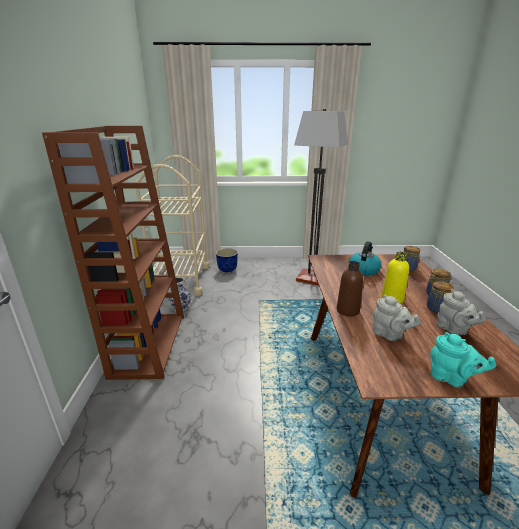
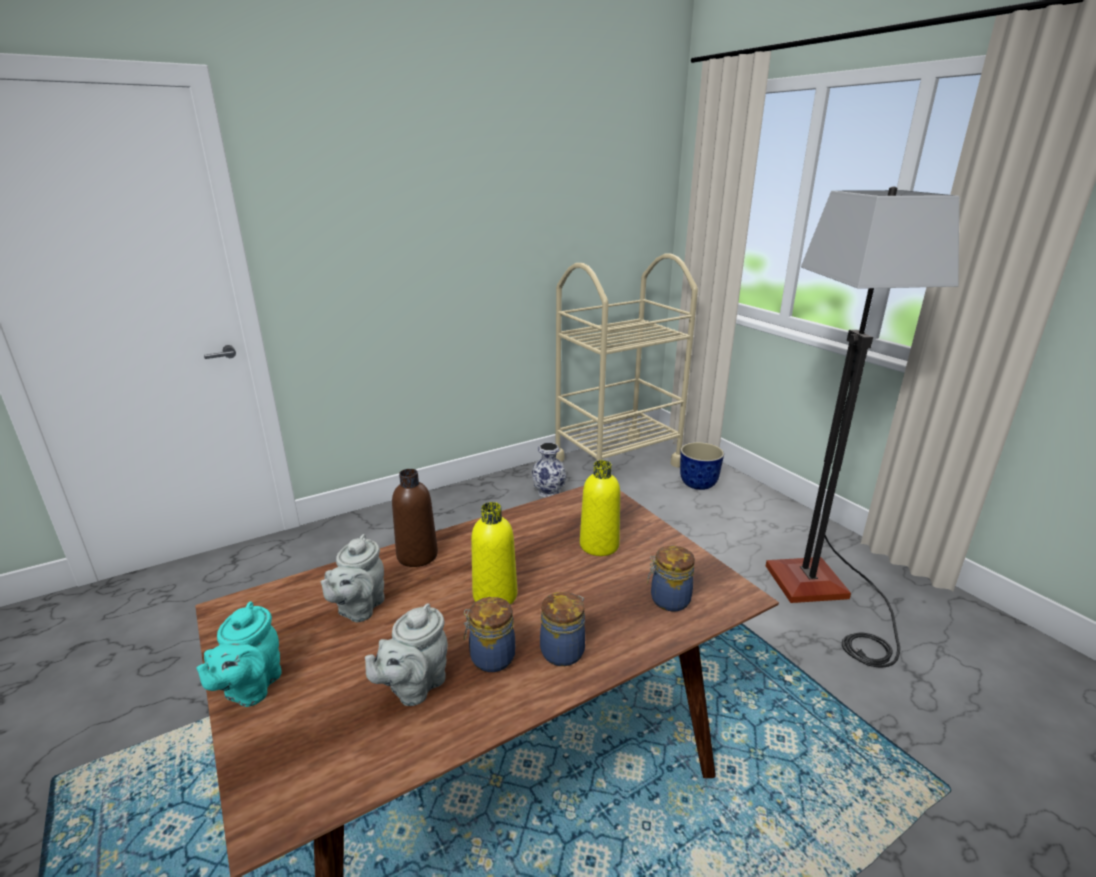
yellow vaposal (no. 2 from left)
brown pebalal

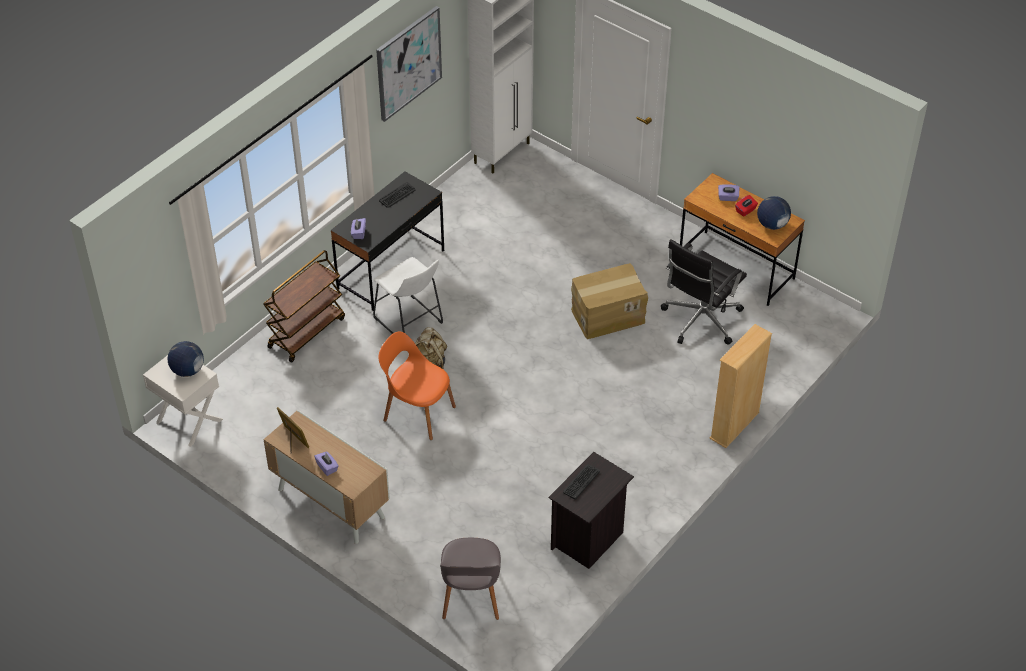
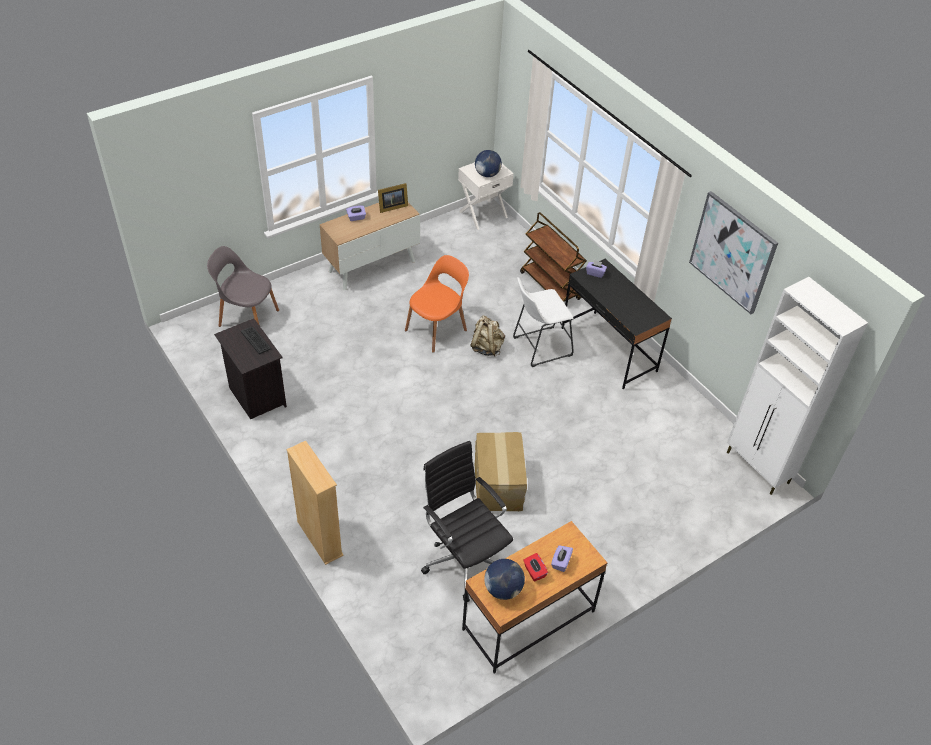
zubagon (no. 1 from left in the first image)

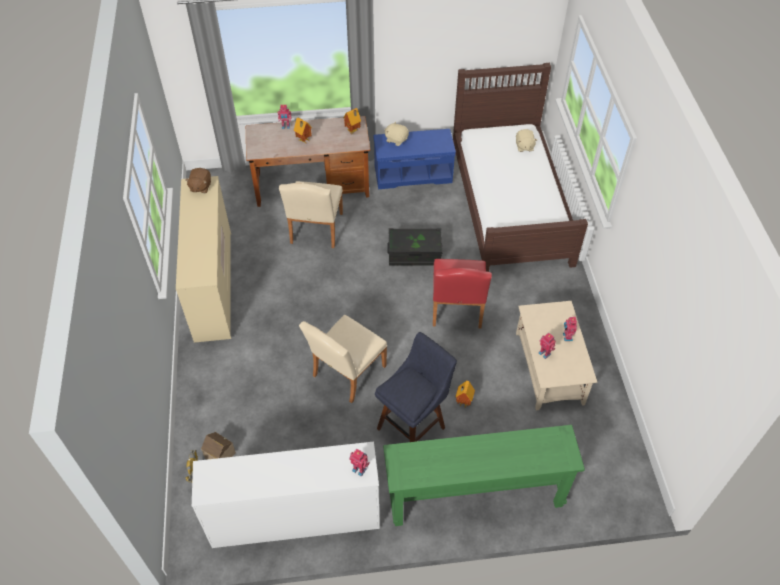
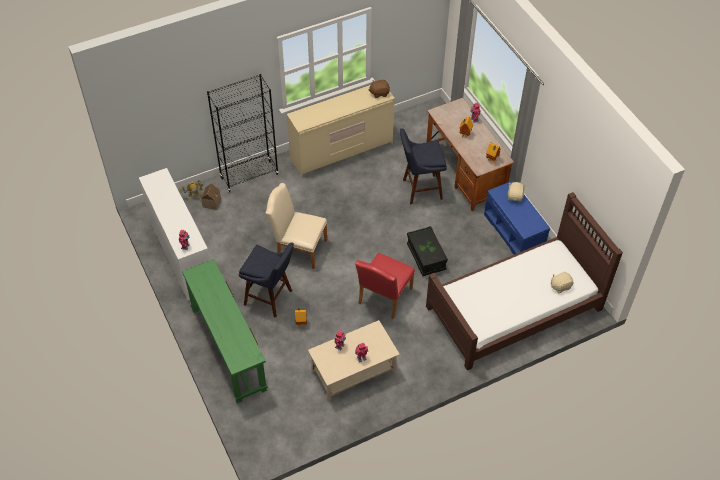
black pebalal
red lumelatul
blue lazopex (no. 2 from left)

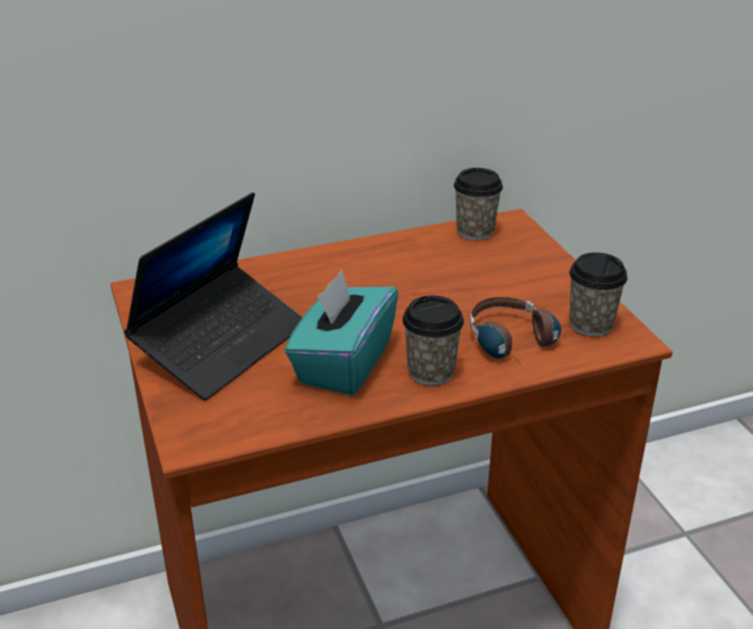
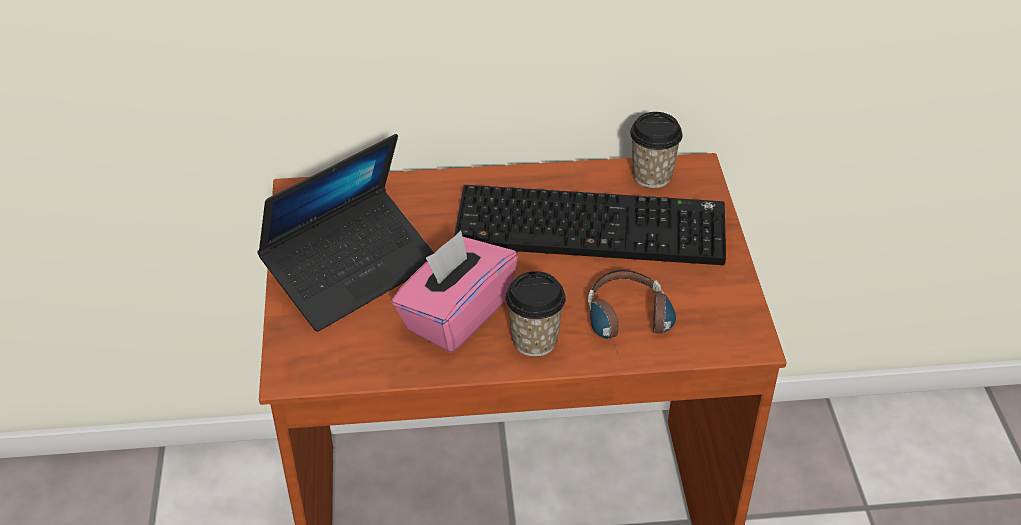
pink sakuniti
zubagon
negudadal (no. 3 from left in the first image)

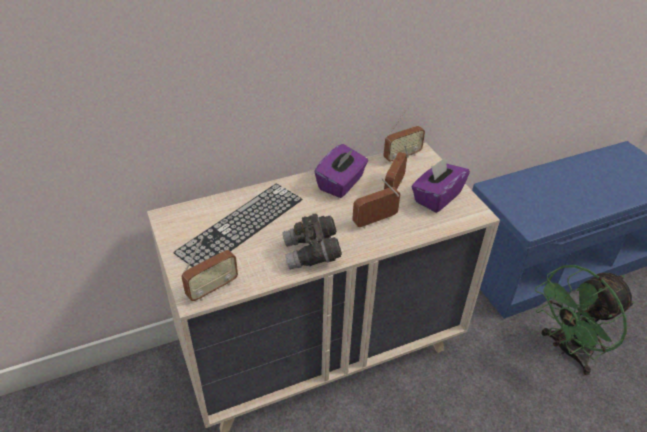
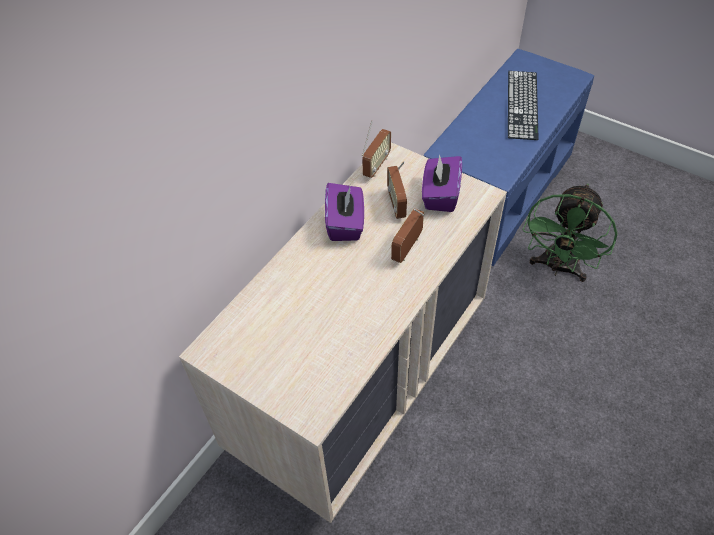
zubagon
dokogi (no. 1 from left in the first image)
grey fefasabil

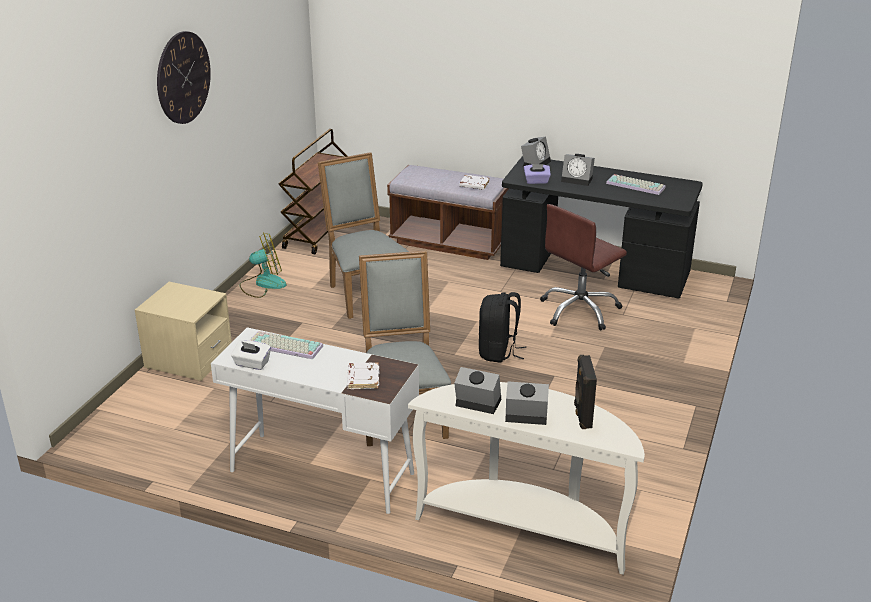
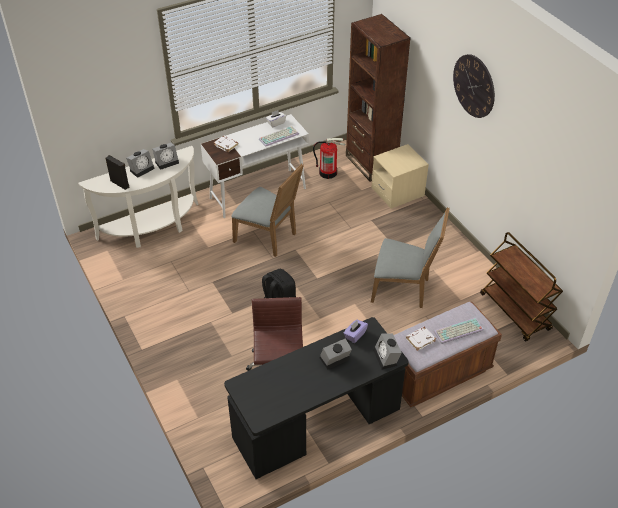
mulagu
brown pebalal
zubagon (no. 2 from left)
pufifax

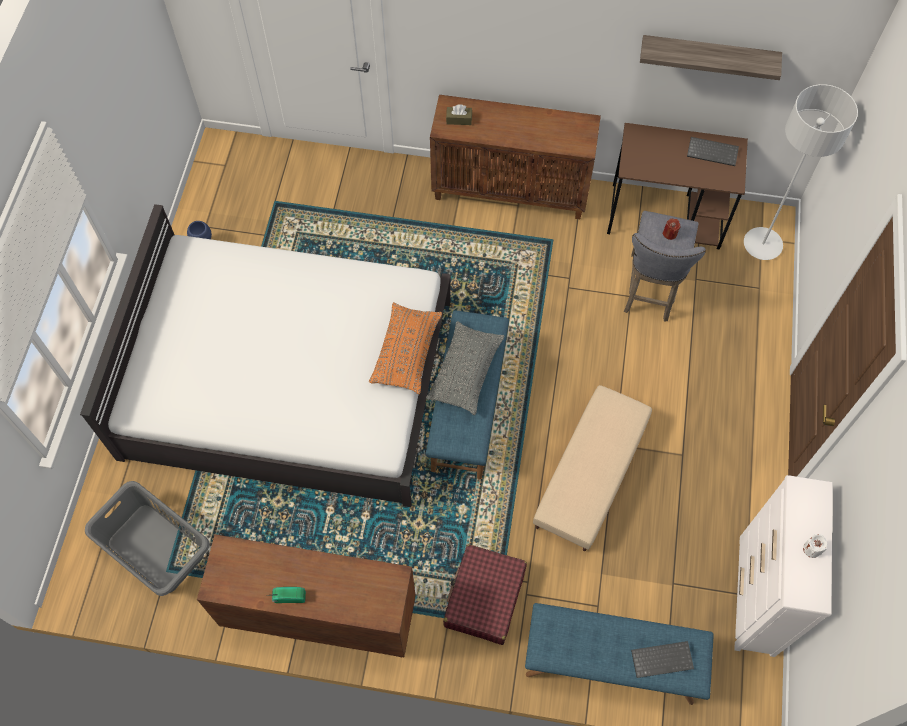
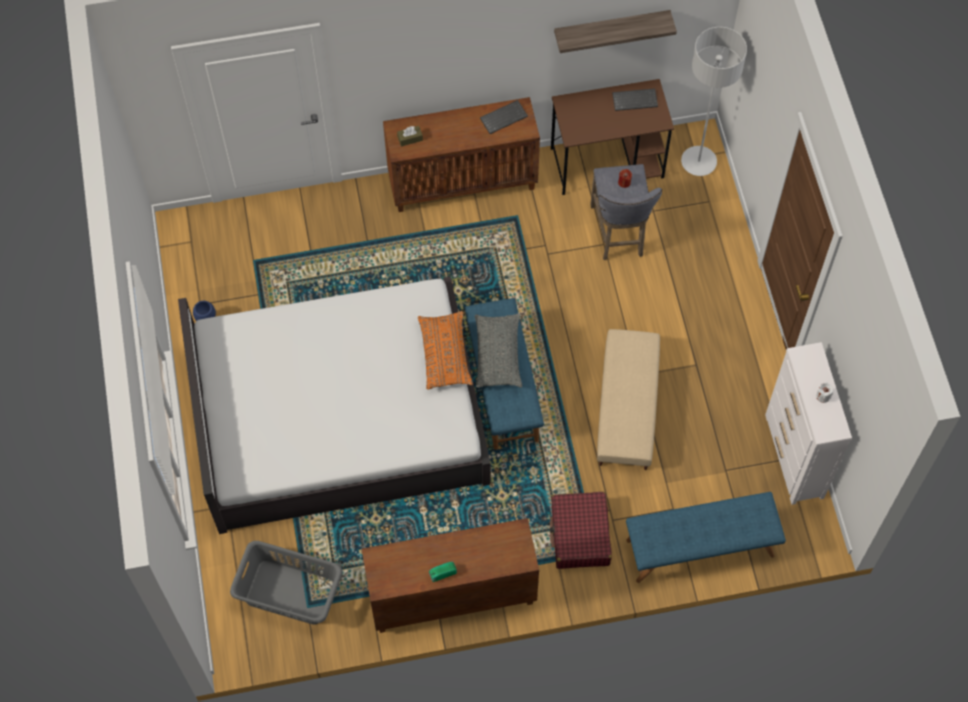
zubagon (no. 1 from left)

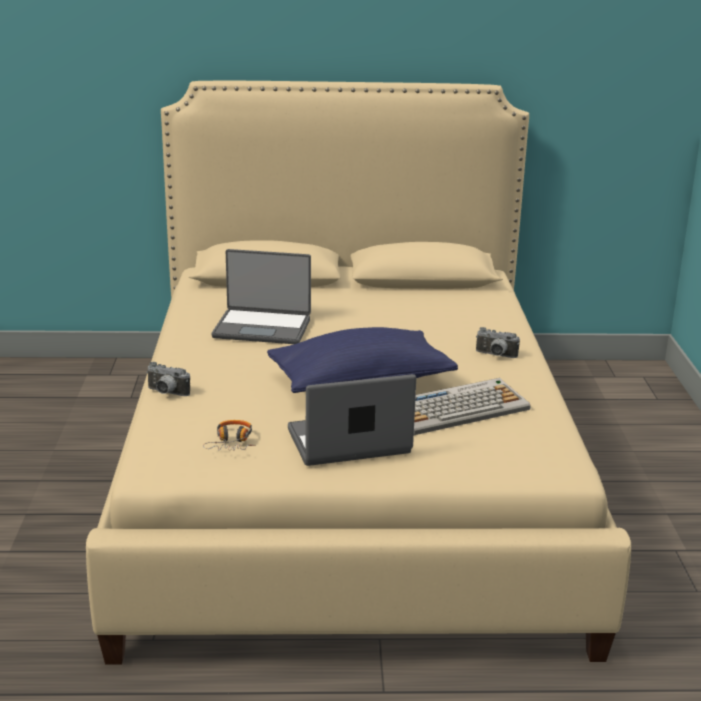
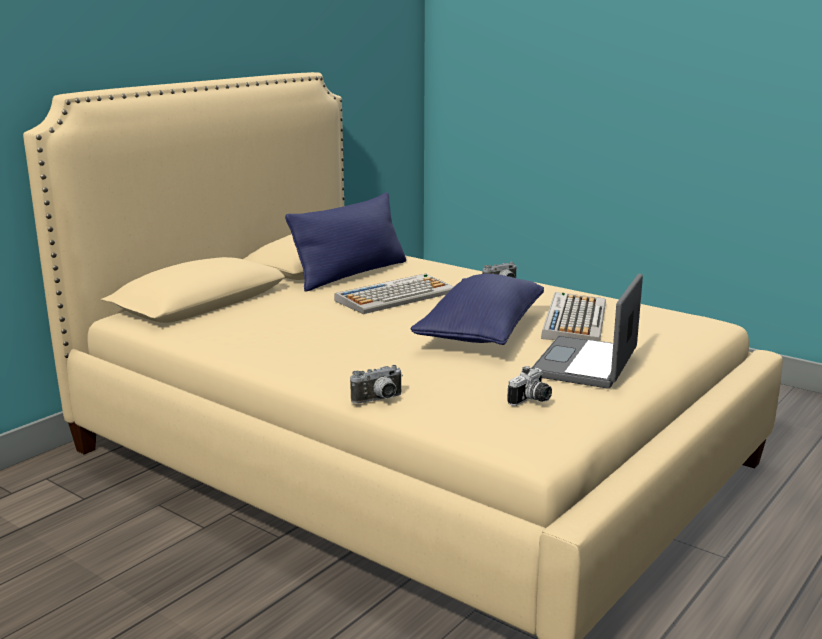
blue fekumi (no. 1 from left)
zubagon (no. 1 from left)
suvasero (no. 3 from left)
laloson (no. 1 from left in the first image)

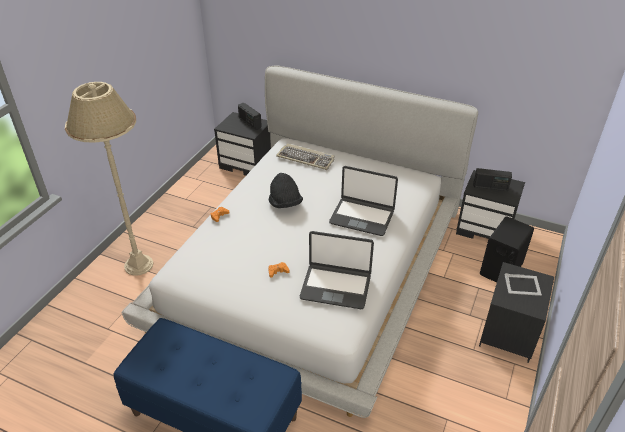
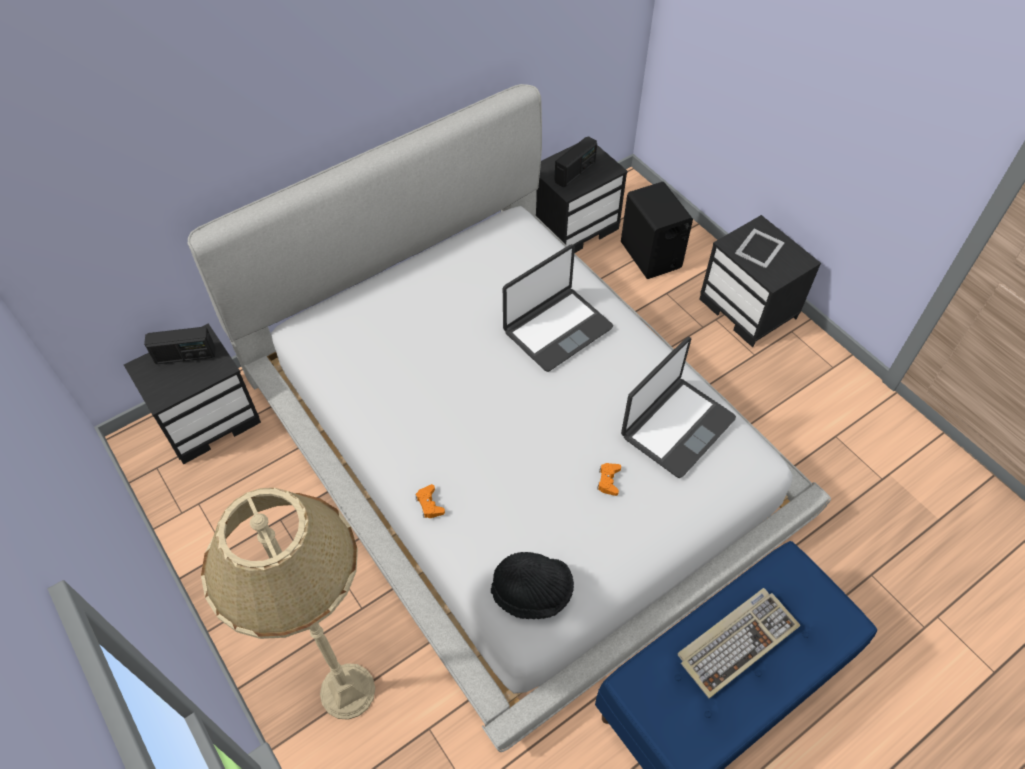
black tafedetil
zubagon

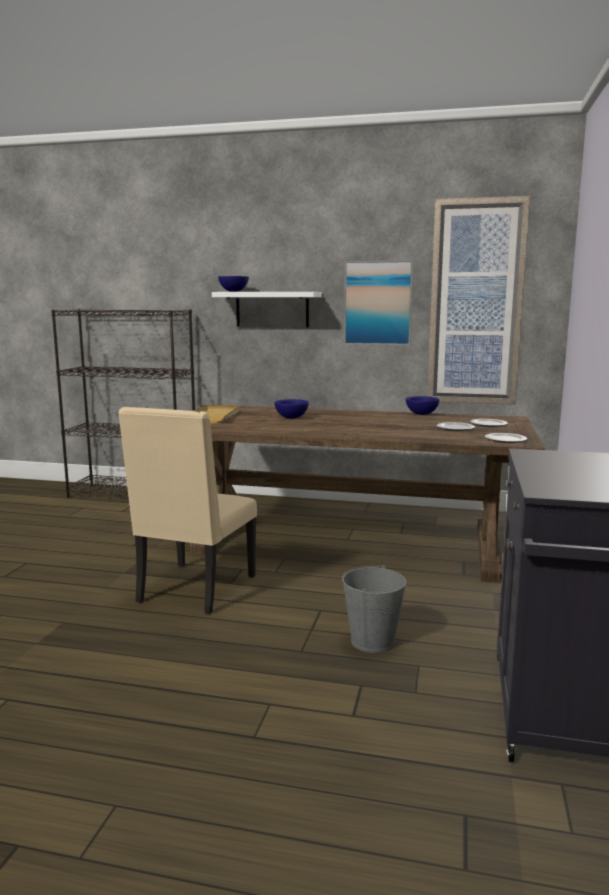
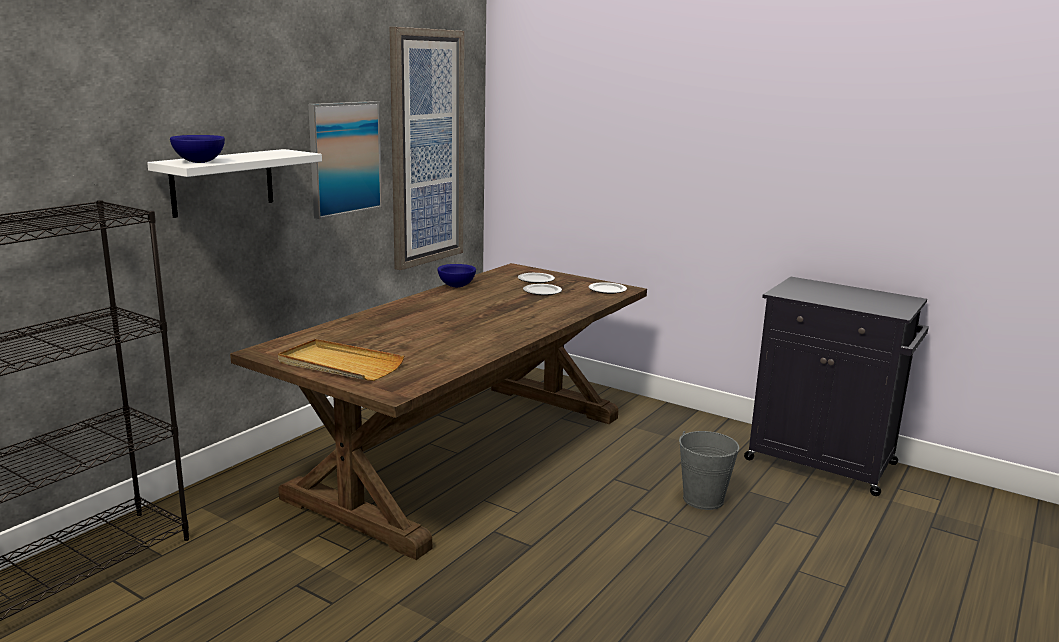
beige lumelatul
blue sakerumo (no. 2 from left in the first image)

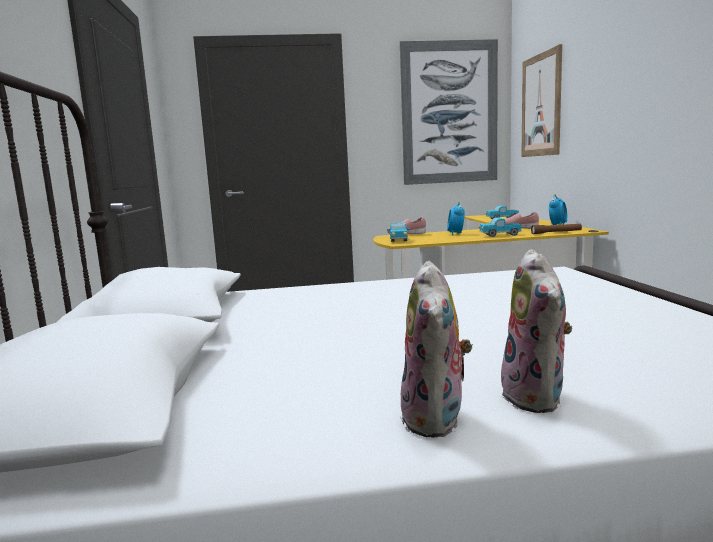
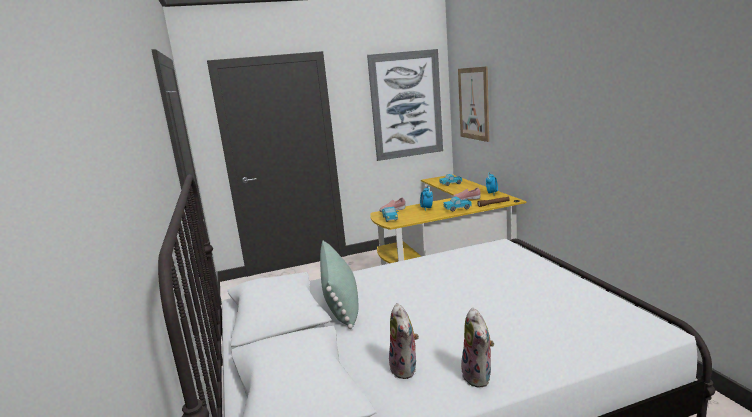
green fekumi
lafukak (no. 1 from left)

